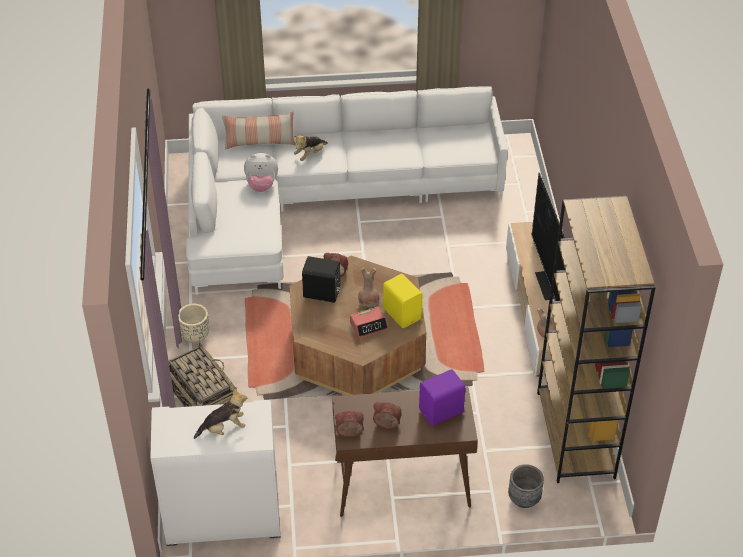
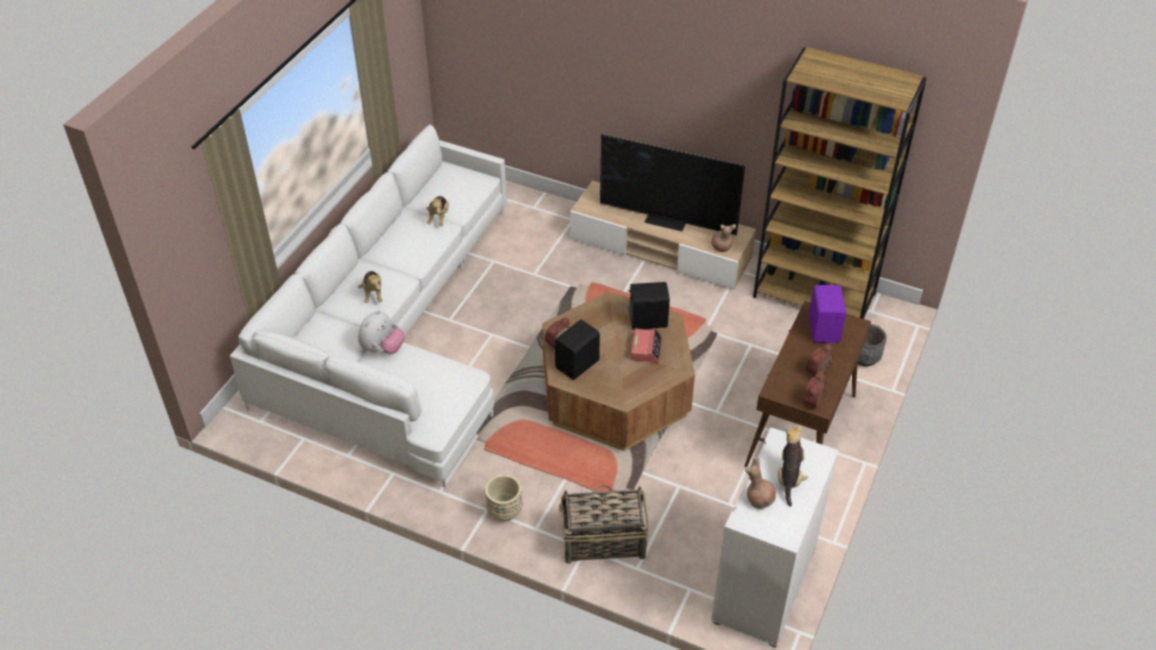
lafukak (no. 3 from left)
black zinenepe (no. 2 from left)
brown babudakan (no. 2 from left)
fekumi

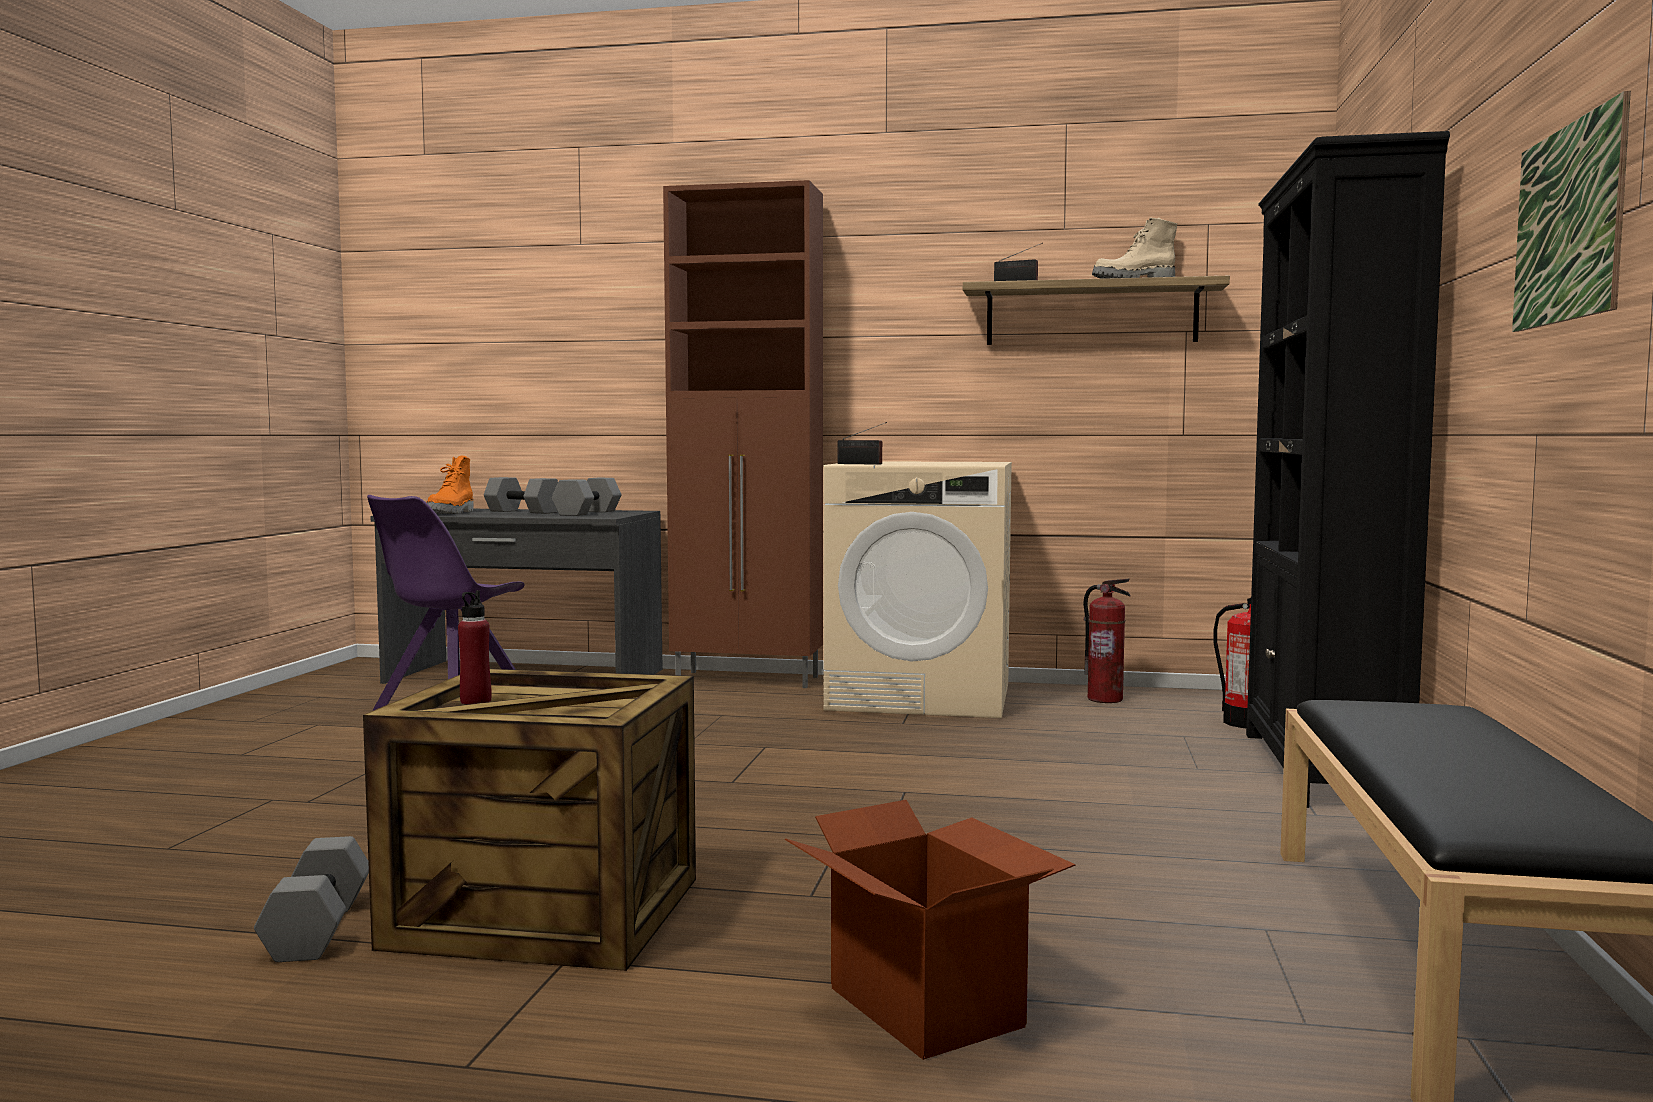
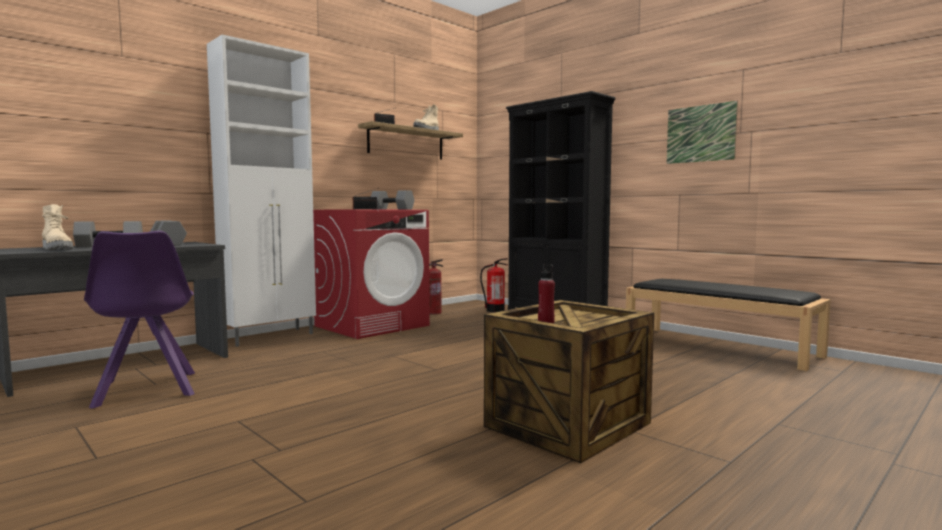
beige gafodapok (no. 1 from left)
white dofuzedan
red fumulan
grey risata (no. 3 from left)
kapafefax

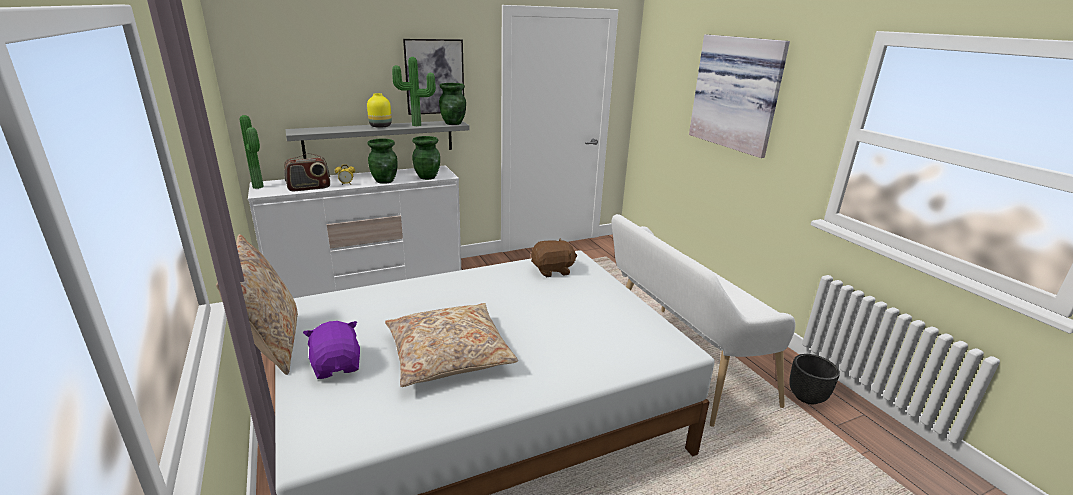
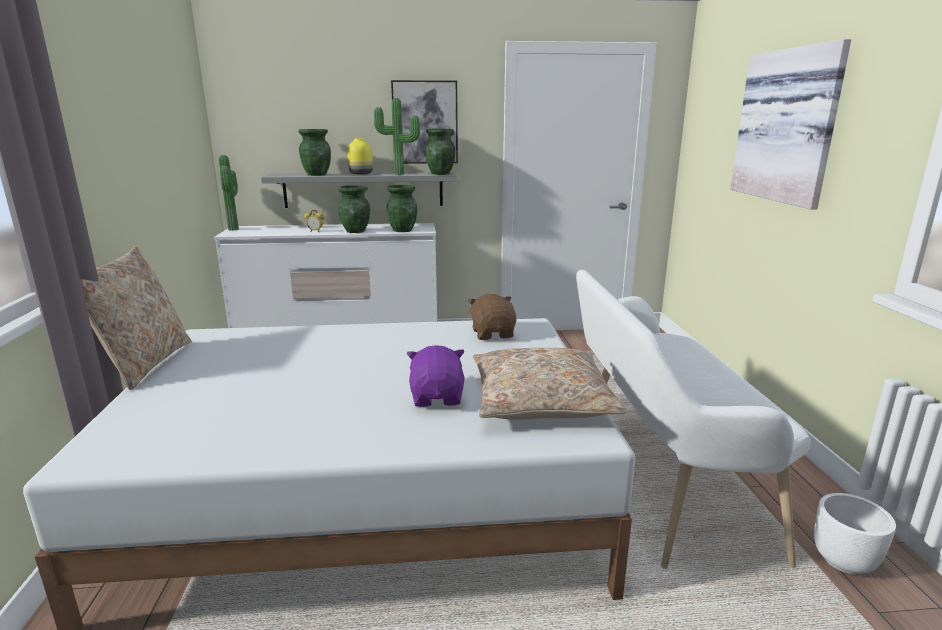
green babudakan (no. 1 from left)
purple lafukak
brown lafukak
beige fekumi (no. 2 from left)
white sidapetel
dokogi

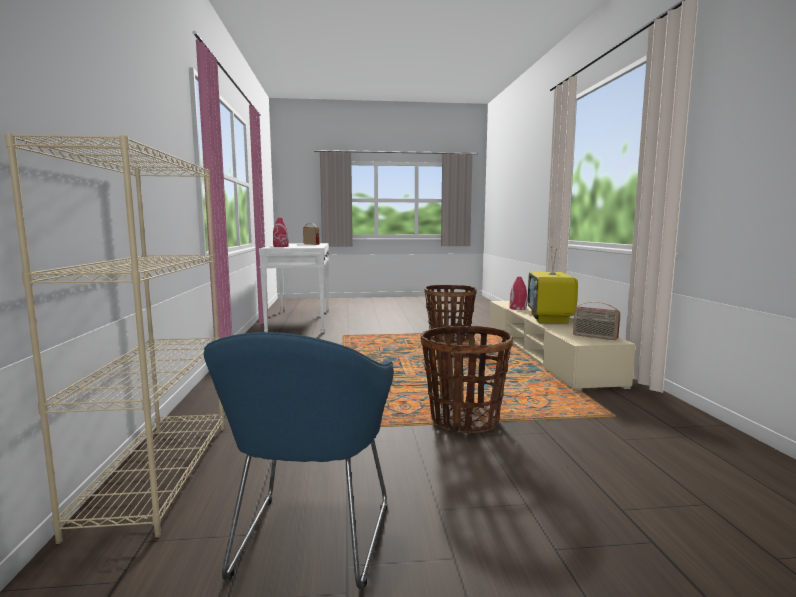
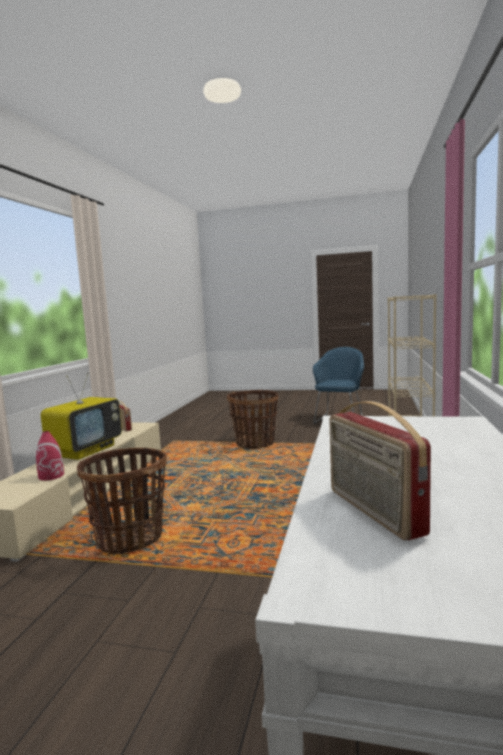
red babudakan (no. 1 from left in the first image)

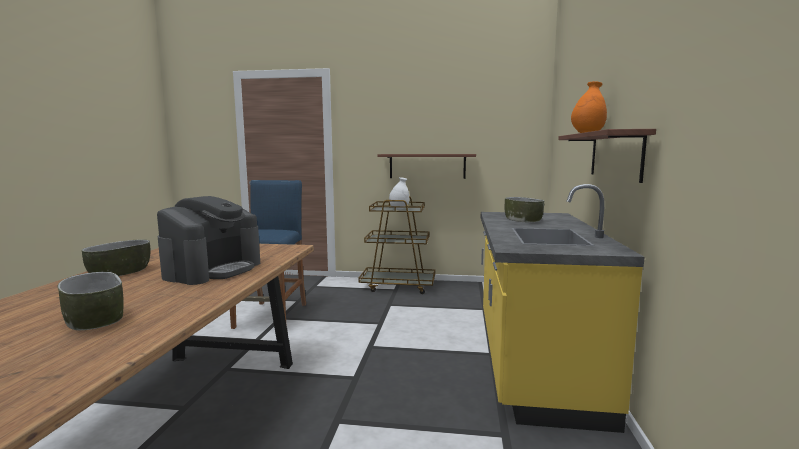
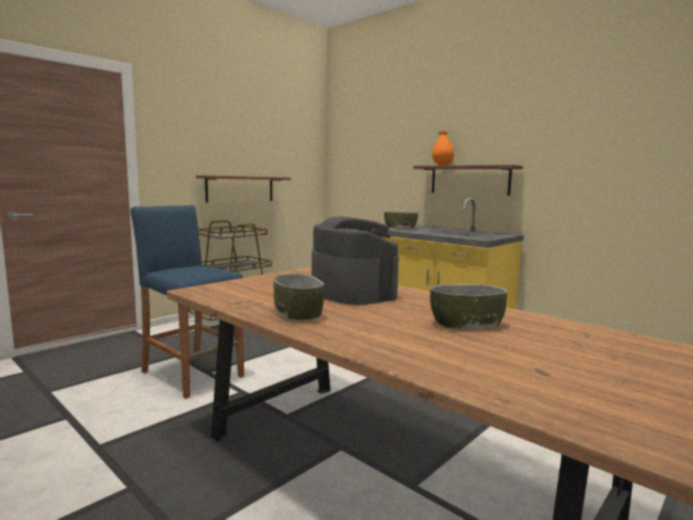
white babudakan

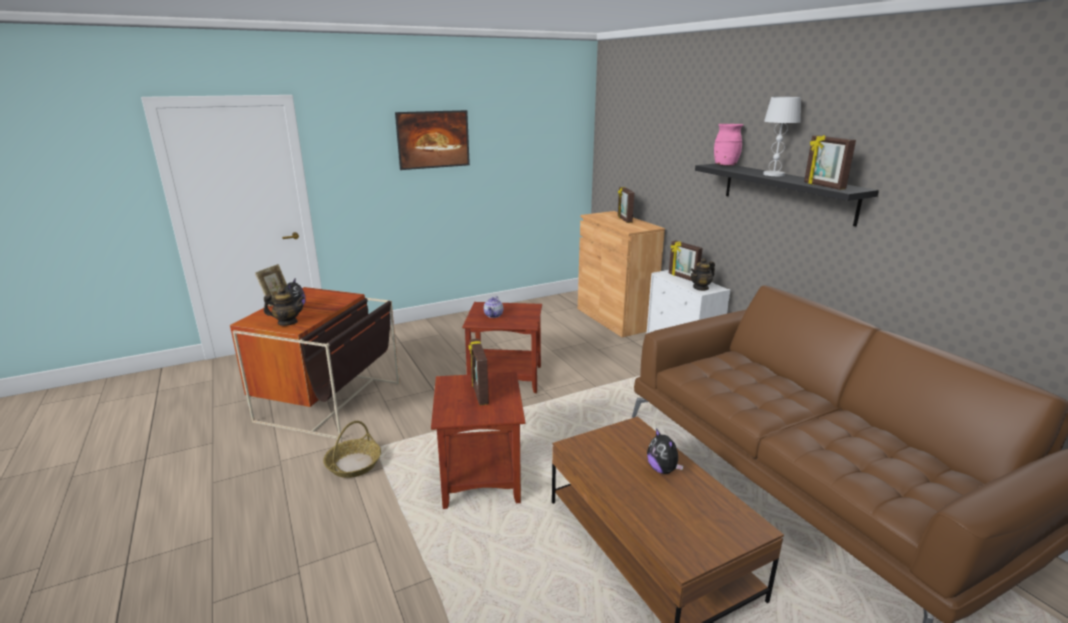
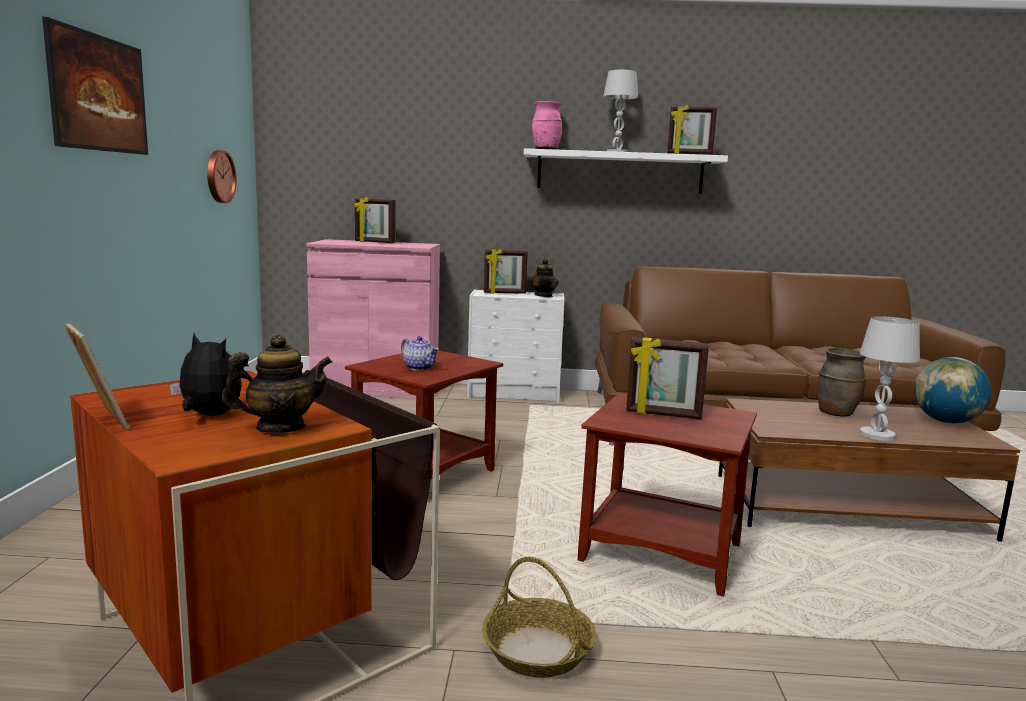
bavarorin
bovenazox (no. 1 from left)
pink dofuzedan
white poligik
brown babudakan
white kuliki (no. 2 from left)
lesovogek

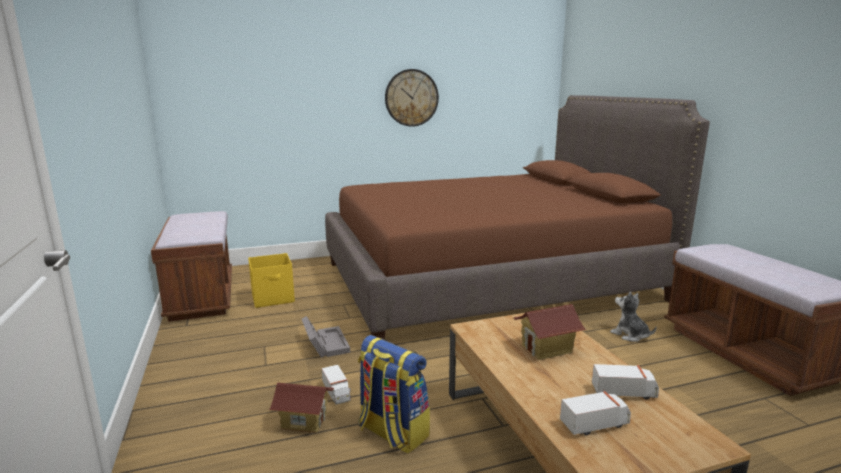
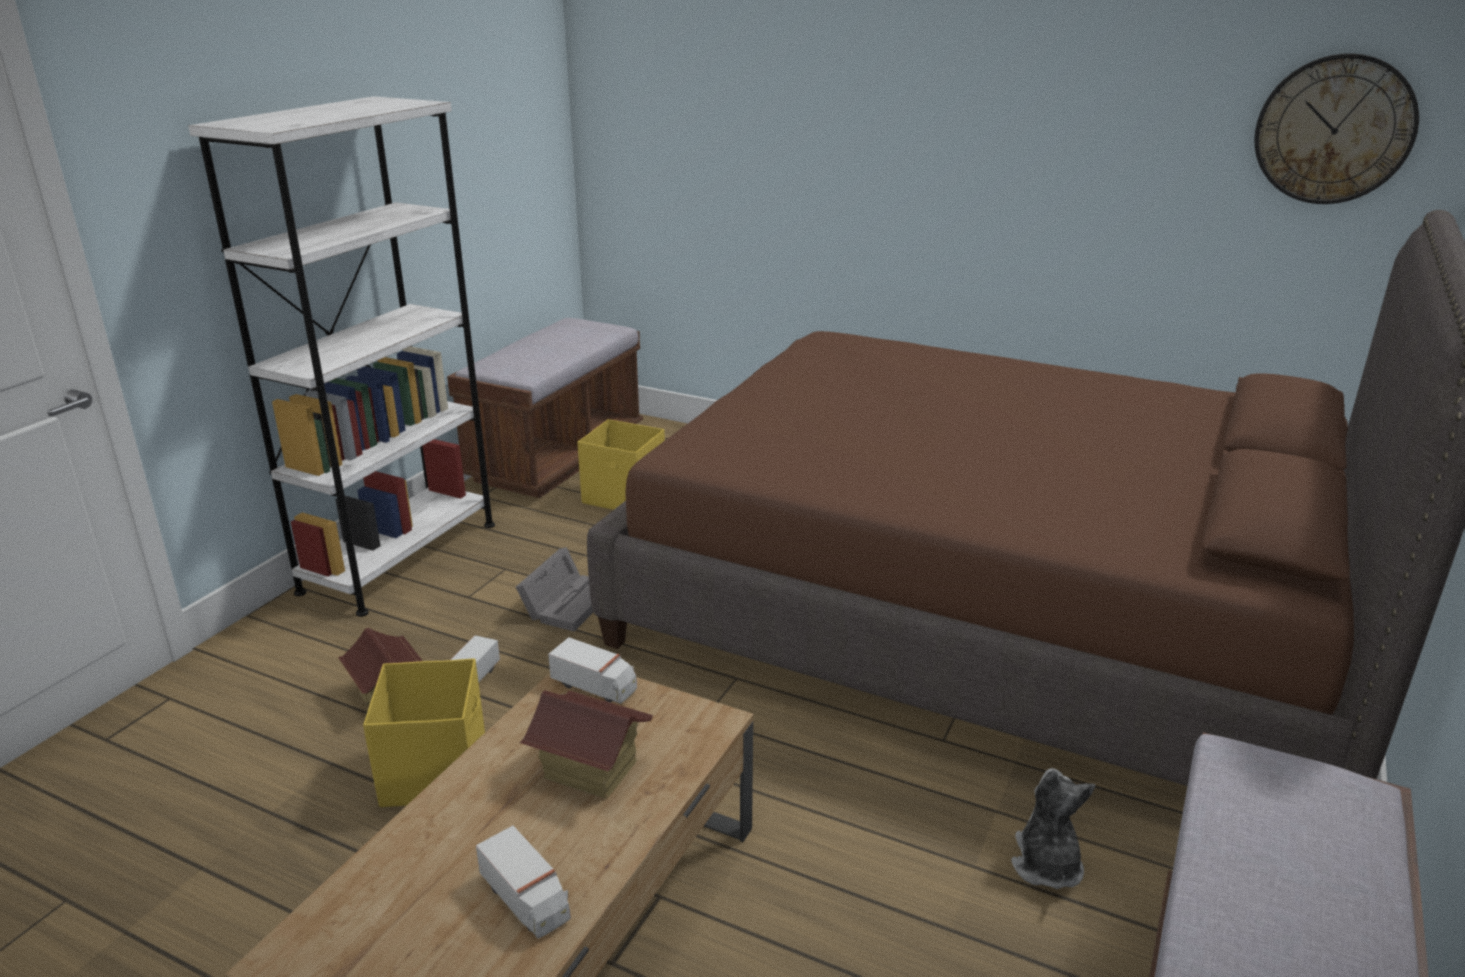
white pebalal
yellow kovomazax (no. 1 from left)
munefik (no. 3 from left)
bavarorin

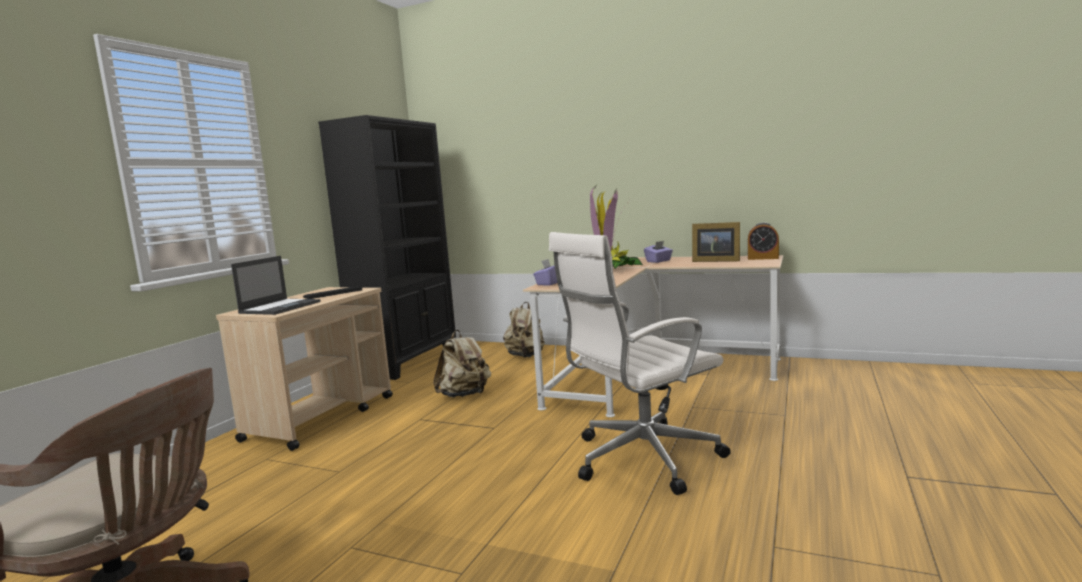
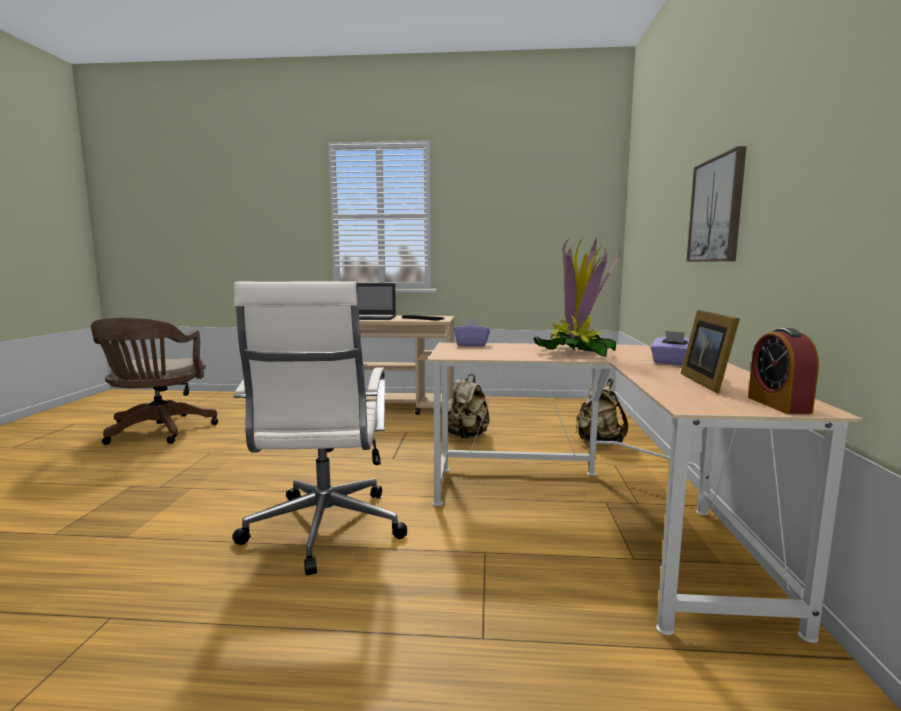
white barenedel
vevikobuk
black pebalal

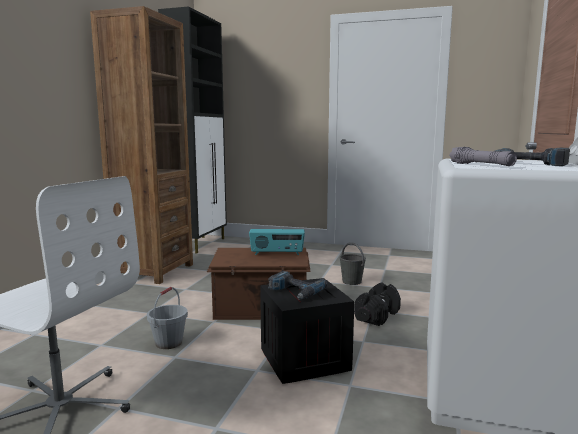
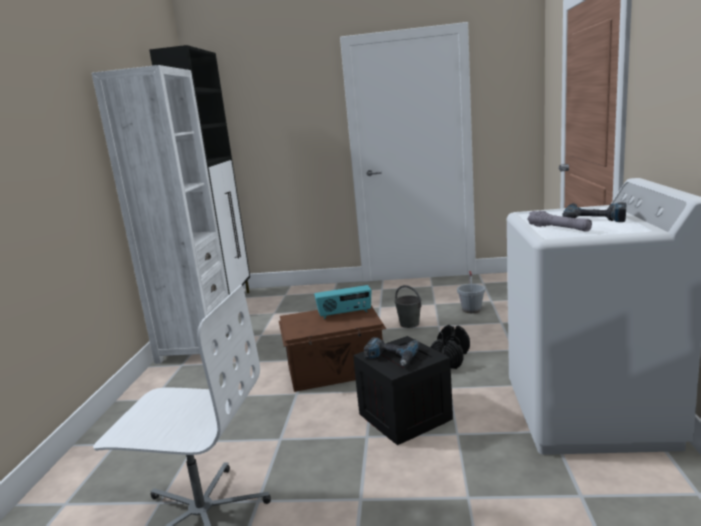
white pebalal
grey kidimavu (no. 2 from left)

